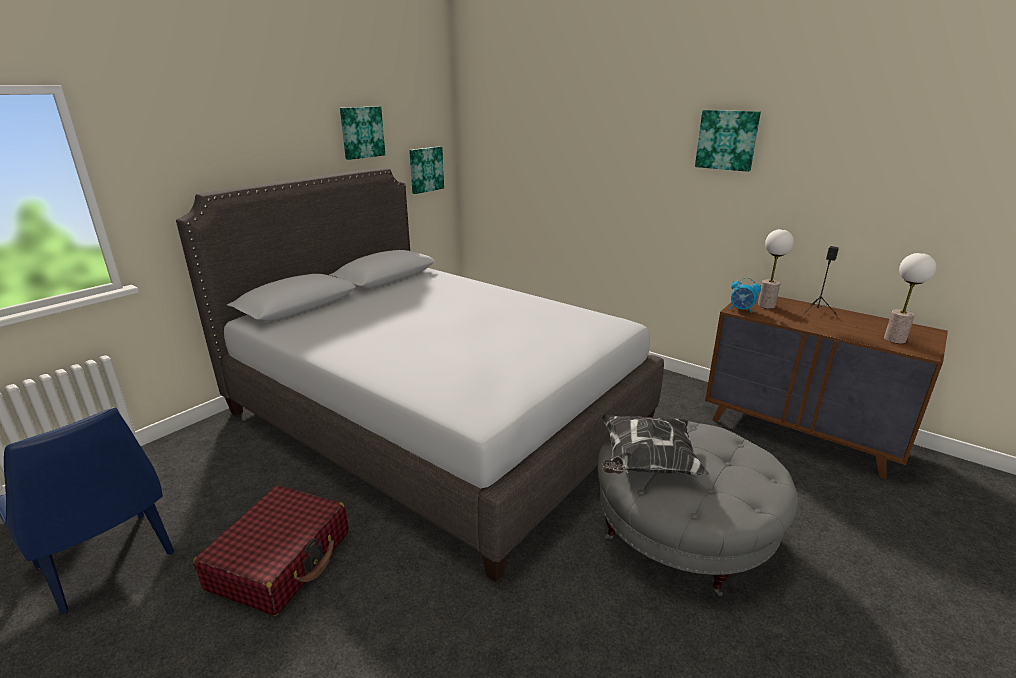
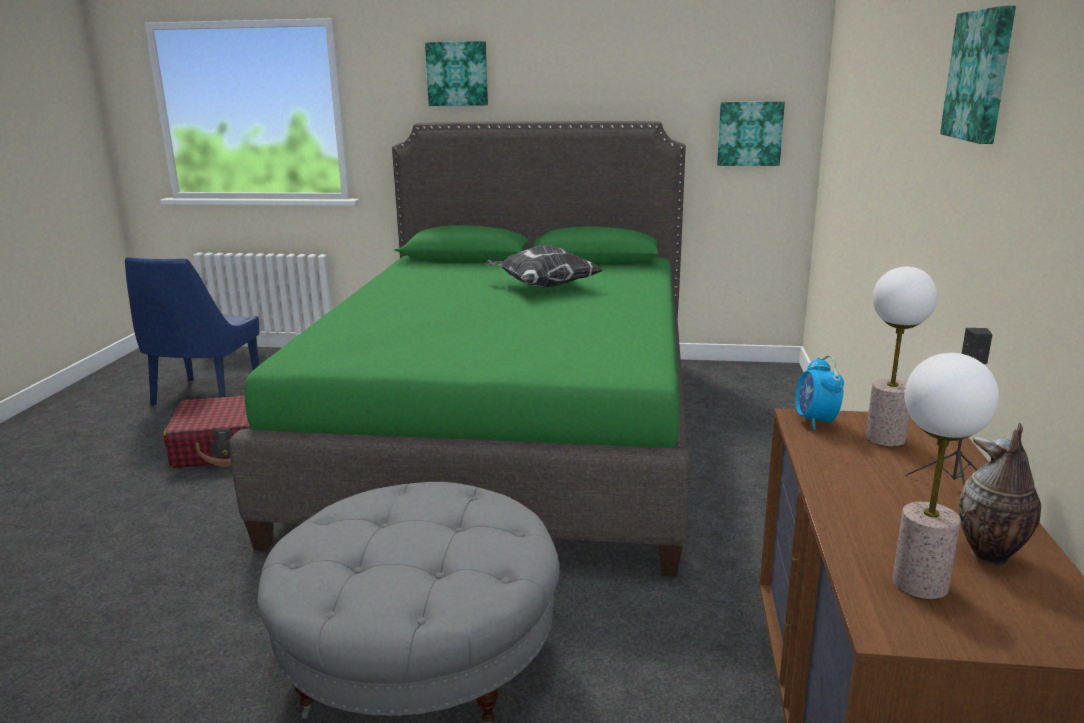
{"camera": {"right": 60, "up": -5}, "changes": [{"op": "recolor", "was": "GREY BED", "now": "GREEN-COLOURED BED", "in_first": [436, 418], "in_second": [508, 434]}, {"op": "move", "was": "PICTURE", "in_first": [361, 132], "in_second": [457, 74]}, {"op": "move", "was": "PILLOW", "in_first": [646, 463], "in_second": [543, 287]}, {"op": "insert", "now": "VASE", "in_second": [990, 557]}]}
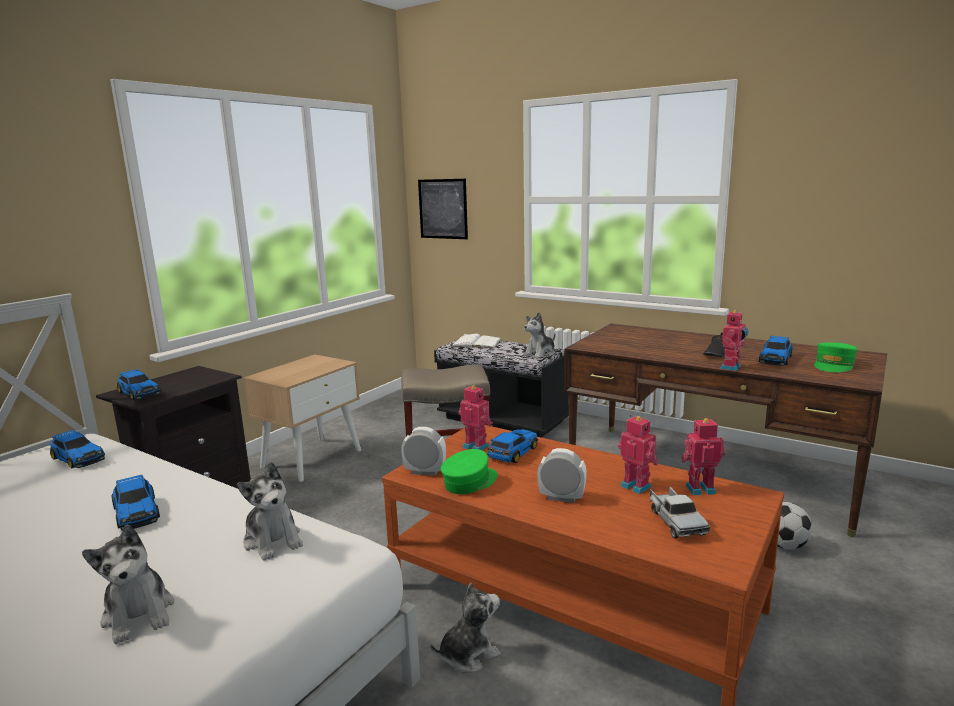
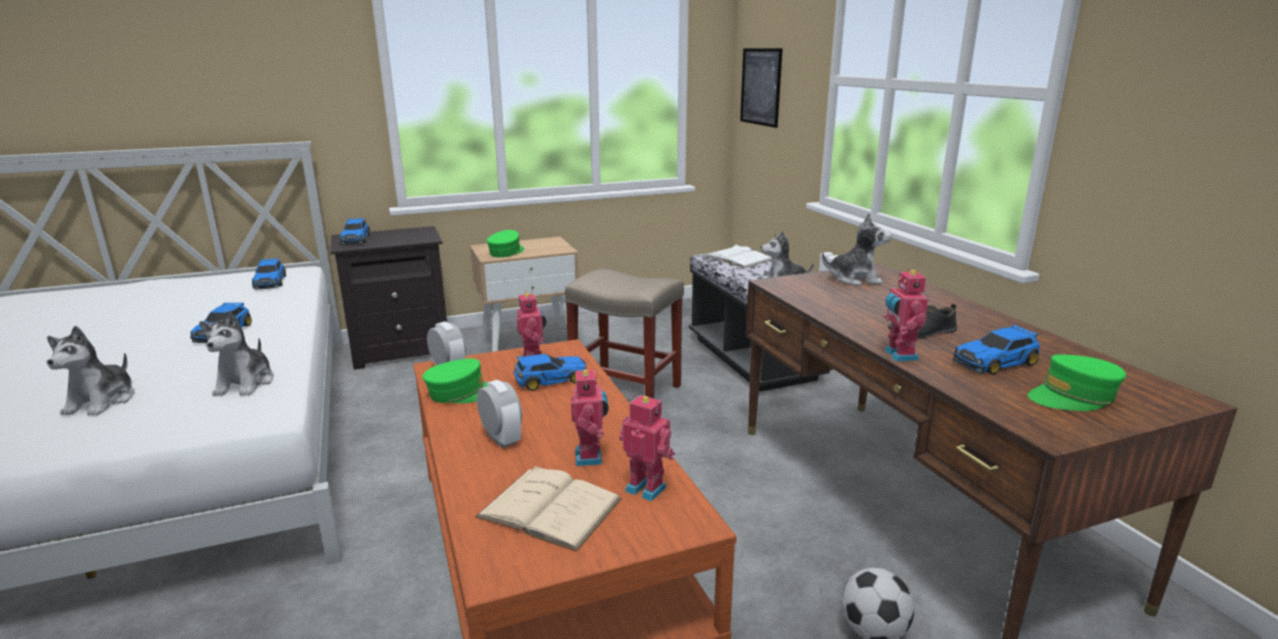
{"camera": {"right": 35, "up": 5}, "changes": [{"op": "move", "was": "SOFT TOY", "in_first": [468, 654], "in_second": [855, 279]}, {"op": "replace", "was": "MODEL TRUCK", "now": "BEIGE BOUND BOOK", "in_first": [675, 521], "in_second": [549, 508]}, {"op": "rotate", "was": "TOY ROBOT", "in_first": [732, 367], "in_second": [899, 355], "clockwise": 105}, {"op": "insert", "now": "GREEN-COLOURED BASEBALL CAP", "in_second": [506, 252]}]}
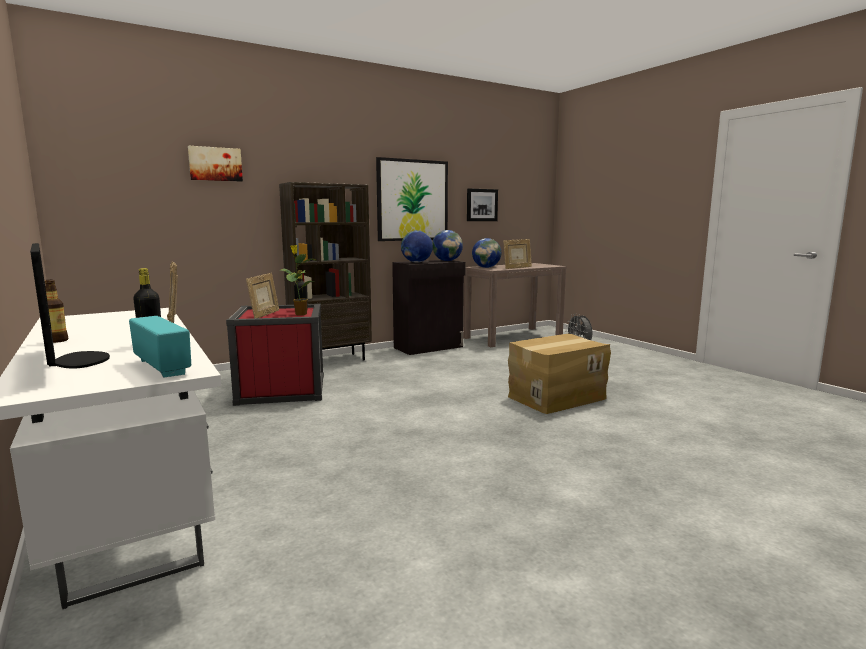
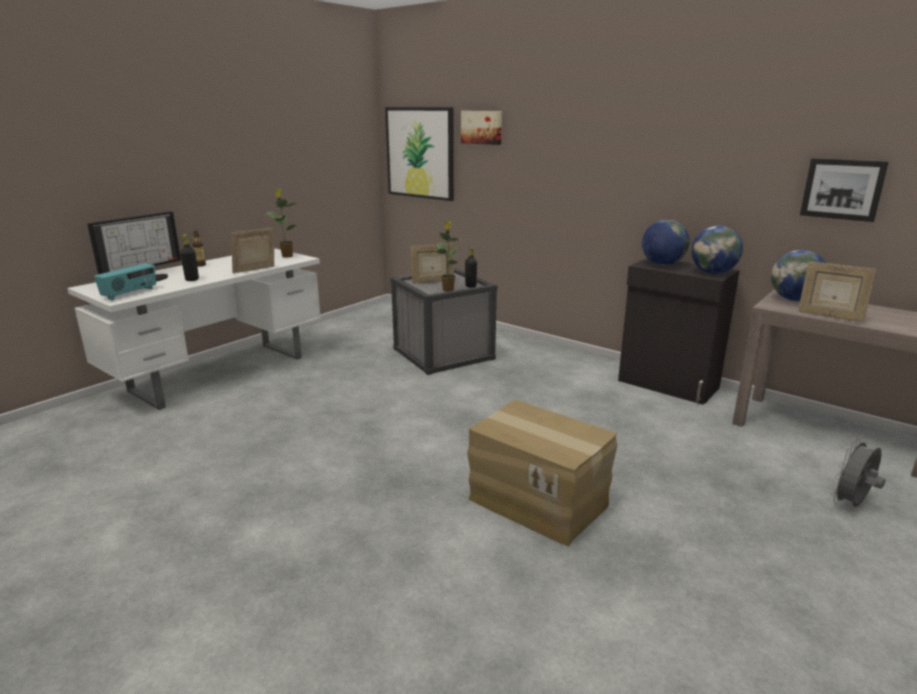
{"camera": {"right": 70, "up": 10}, "changes": [{"op": "recolor", "was": "RED-COLOURED STORAGE BIN", "now": "GREY STORAGE BIN", "in_first": [281, 389], "in_second": [443, 354]}, {"op": "delete", "was": "BROWN BOOKSHELF", "in_first": [331, 360]}, {"op": "move", "was": "PICTURE", "in_first": [412, 200], "in_second": [420, 153]}, {"op": "insert", "now": "POTTED PLANT", "in_second": [286, 256]}]}
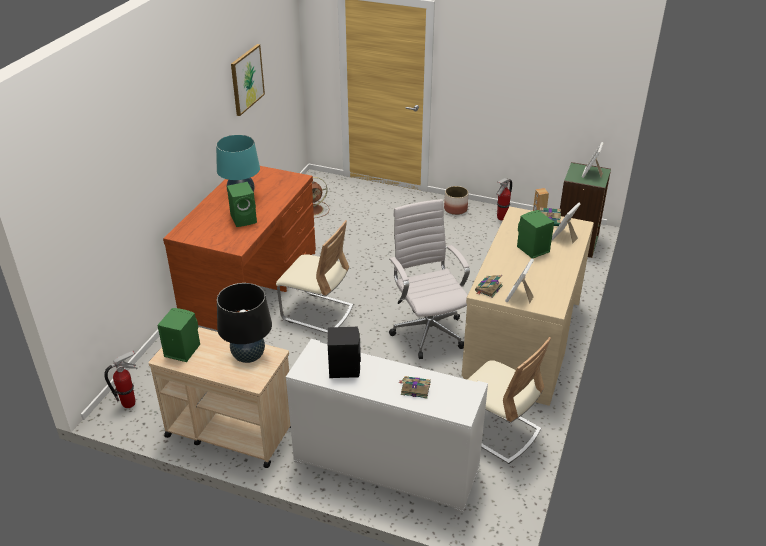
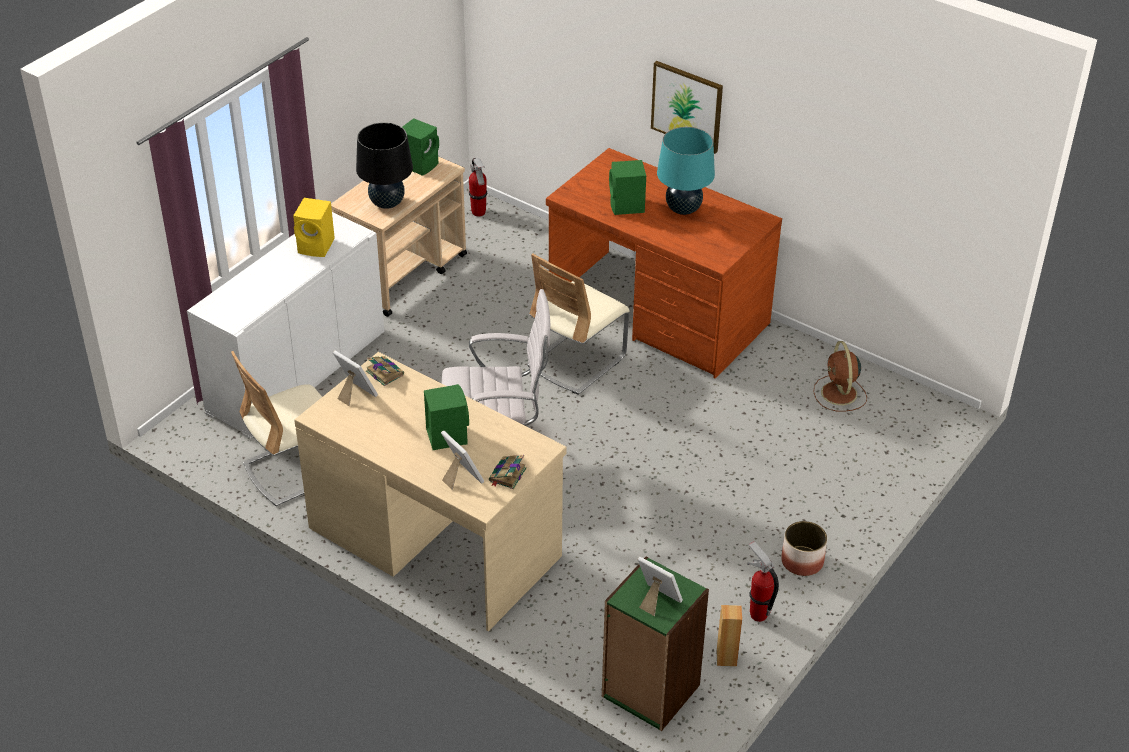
{"camera": {"right": 105, "up": 5}, "changes": [{"op": "move", "was": "PICTURE", "in_first": [247, 79], "in_second": [687, 106]}, {"op": "recolor", "was": "BLACK LOUDSPEAKER", "now": "YELLOW LOUDSPEAKER", "in_first": [344, 367], "in_second": [317, 246]}, {"op": "delete", "was": "BOUND BOOK", "in_first": [414, 388]}]}
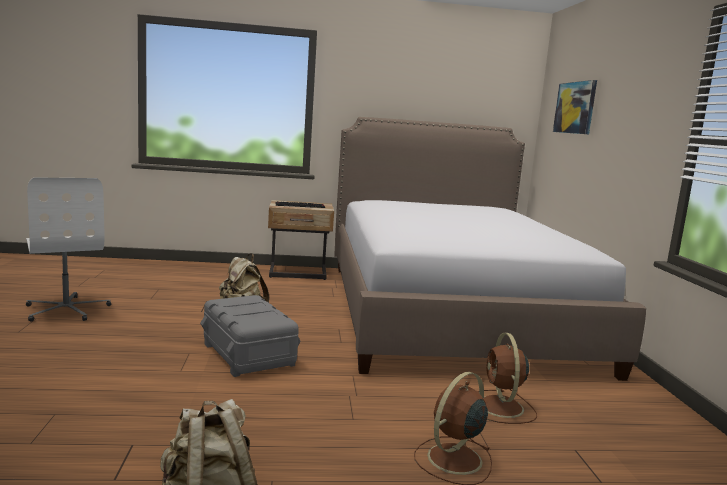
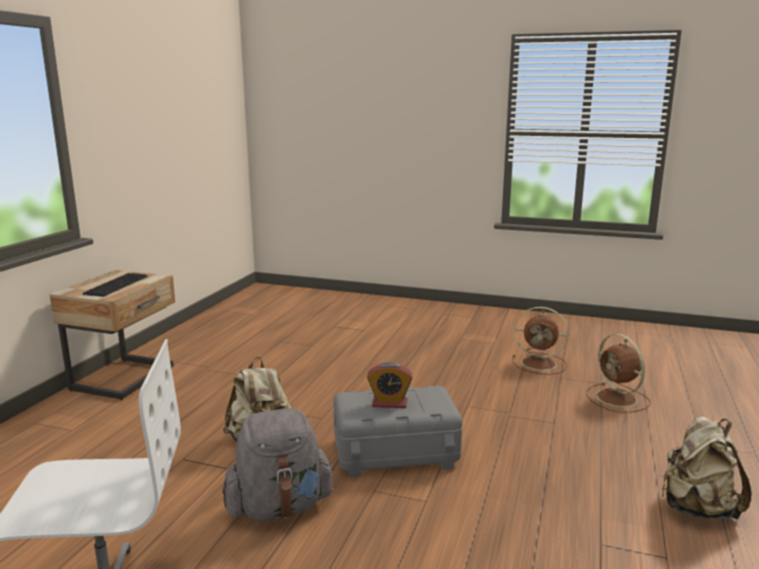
{"camera": {"right": -65, "up": 5}, "changes": [{"op": "delete", "was": "BED", "in_first": [449, 313]}, {"op": "delete", "was": "PICTURE", "in_first": [575, 108]}, {"op": "insert", "now": "GREY RUCKSACK", "in_second": [280, 507]}, {"op": "insert", "now": "ALARM CLOCK", "in_second": [389, 403]}]}
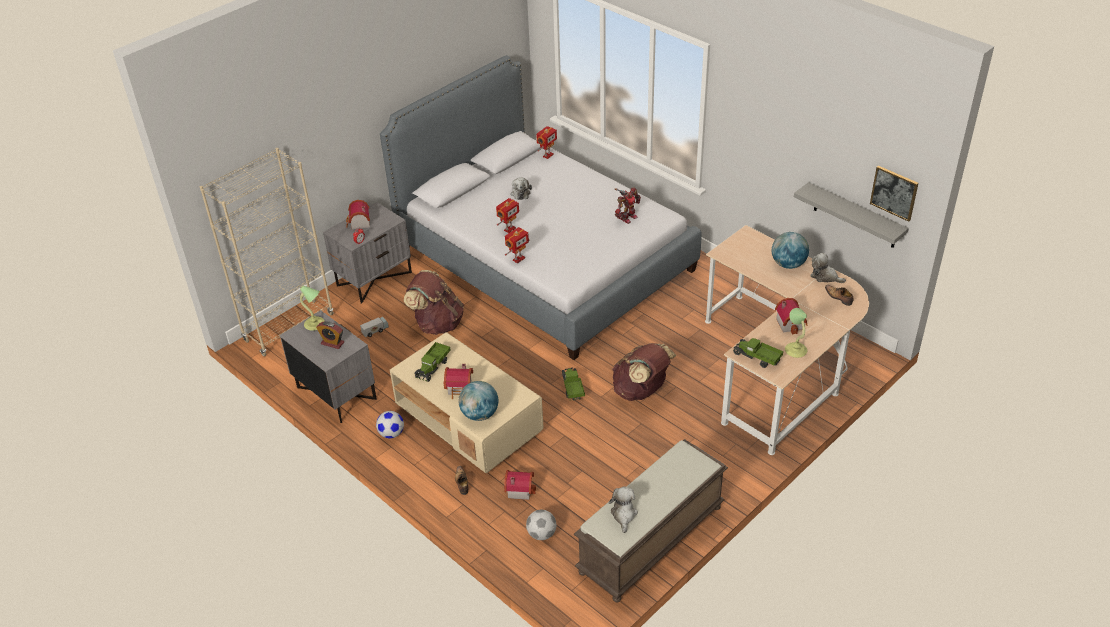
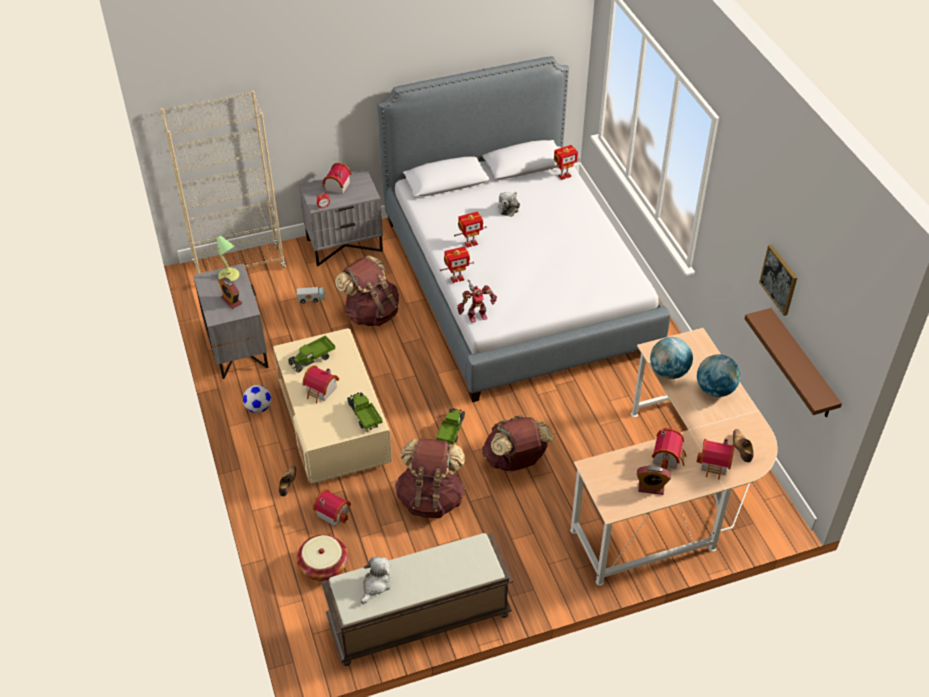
{"camera": {"right": 25, "up": 5}, "changes": [{"op": "move", "was": "WORLD GLOBE", "in_first": [479, 414], "in_second": [668, 372]}, {"op": "replace", "was": "FOOTBALL", "now": "STORAGE BASKET", "in_first": [541, 534], "in_second": [323, 566]}, {"op": "move", "was": "TOY ROBOT", "in_first": [627, 217], "in_second": [476, 315]}, {"op": "move", "was": "MODEL TRUCK", "in_first": [757, 358], "in_second": [364, 416]}, {"op": "replace", "was": "TABLETOP LAMP", "now": "ALARM CLOCK", "in_first": [795, 350], "in_second": [651, 488]}, {"op": "recolor", "was": "GREY WALL SHELF", "now": "BROWN WALL SHELF", "in_first": [855, 216], "in_second": [801, 365]}, {"op": "delete", "was": "SOFT TOY", "in_first": [825, 276]}, {"op": "move", "was": "PICTURE", "in_first": [894, 192], "in_second": [779, 279]}, {"op": "insert", "now": "BROWN RUCKSACK", "in_second": [431, 499]}, {"op": "insert", "now": "TOY HOUSE", "in_second": [715, 465]}]}
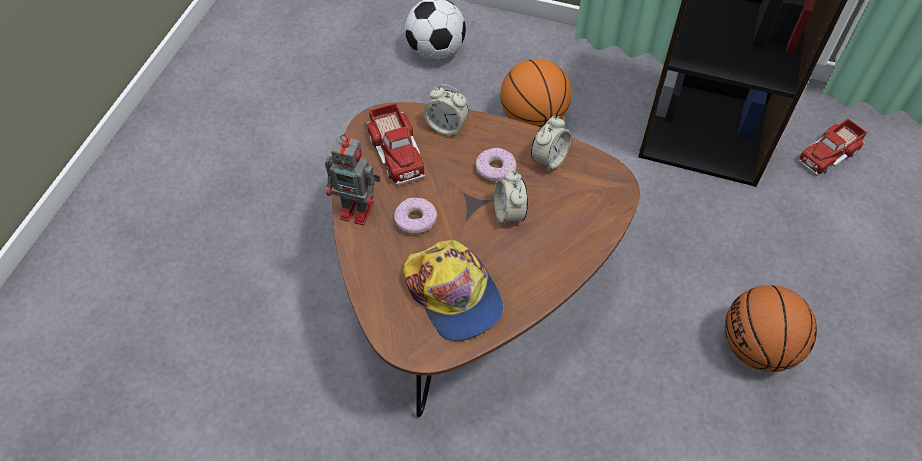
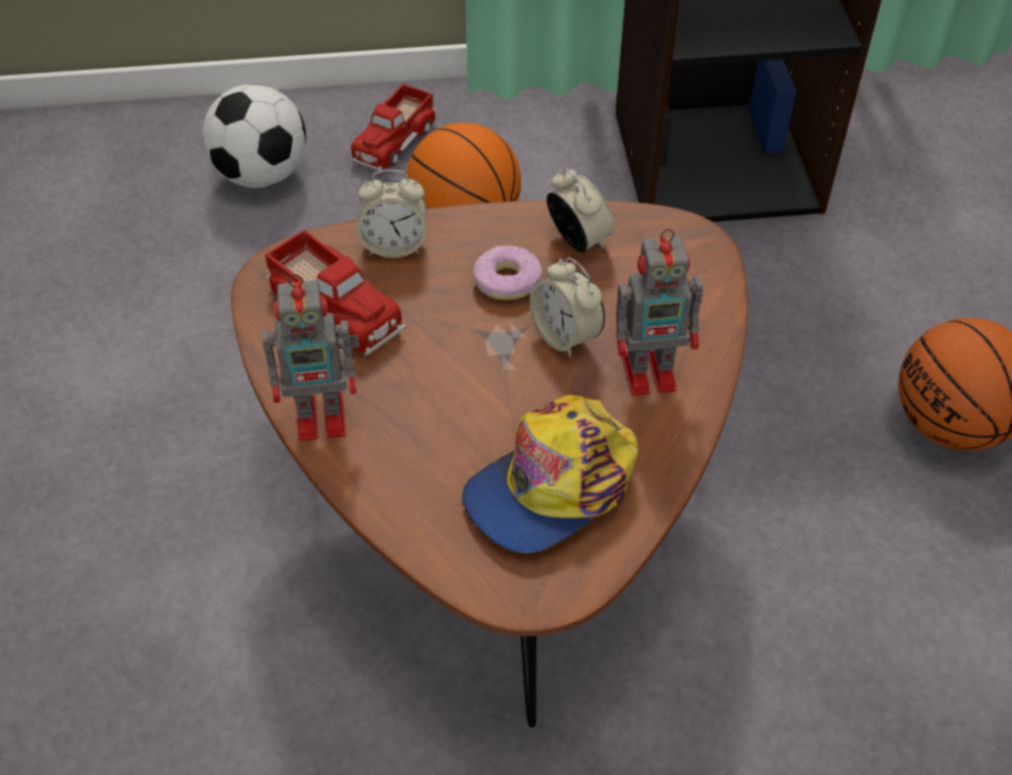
{"camera": {"right": -25, "up": -5}, "changes": [{"op": "delete", "was": "RING DOUGHNUT", "in_first": [415, 220]}, {"op": "rotate", "was": "BASEBALL CAP", "in_first": [453, 294], "in_second": [552, 485], "clockwise": 105}, {"op": "rotate", "was": "ALARM CLOCK", "in_first": [549, 159], "in_second": [578, 240], "clockwise": -45}, {"op": "move", "was": "MODEL TRUCK", "in_first": [828, 153], "in_second": [394, 140]}, {"op": "insert", "now": "TOY ROBOT", "in_second": [652, 372]}]}
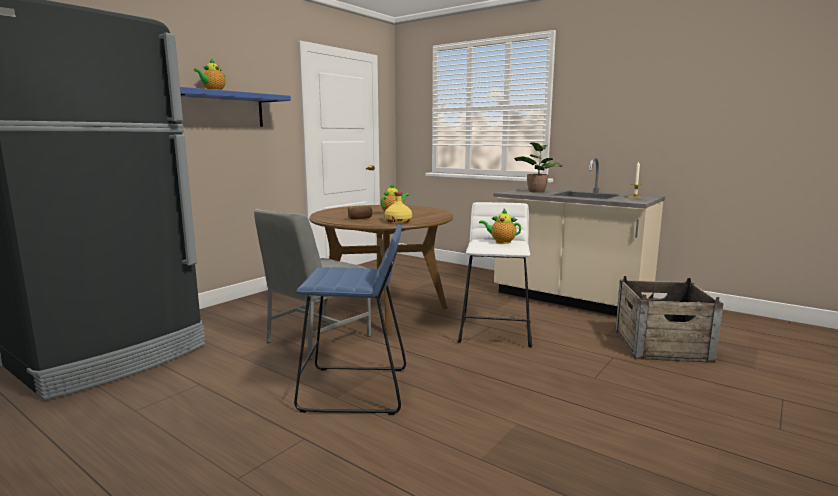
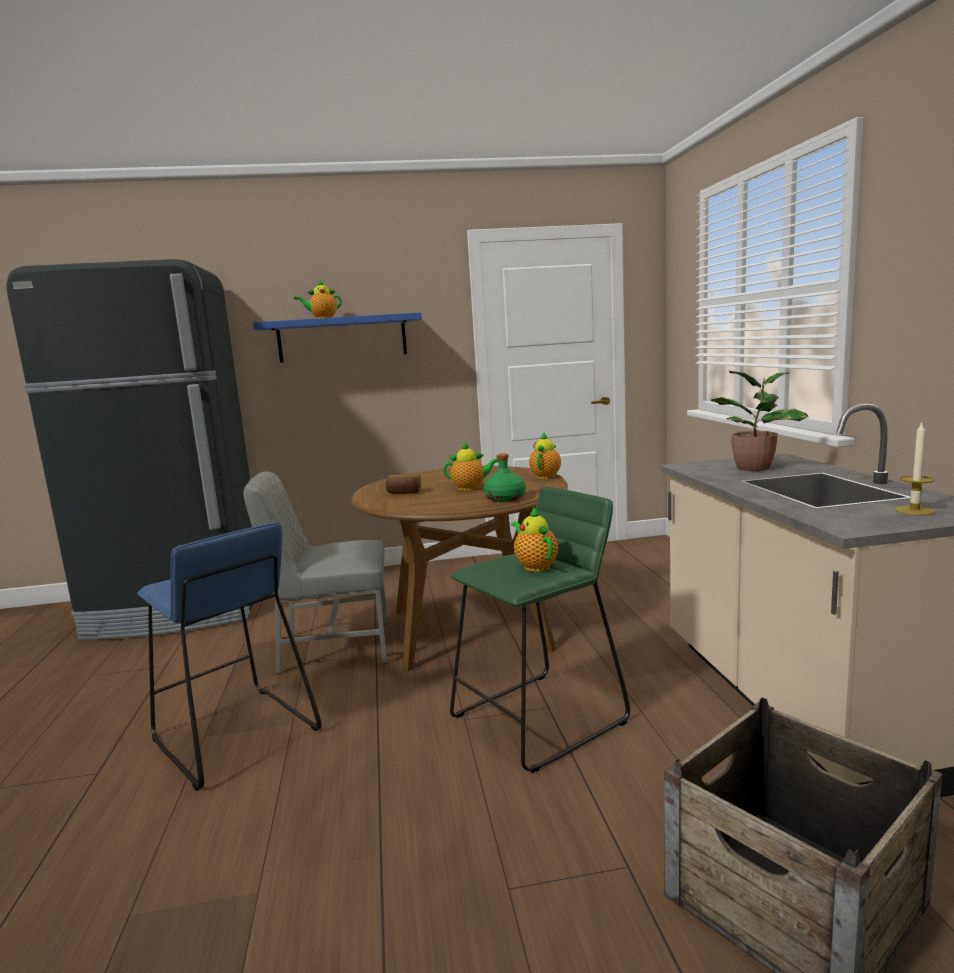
{"camera": {"right": 45, "up": 0}, "changes": [{"op": "delete", "was": "YELLOW BOTTLE", "in_first": [398, 222]}, {"op": "recolor", "was": "WHITE STOOL SEAT", "now": "GREEN-COLOURED STOOL SEAT", "in_first": [496, 331], "in_second": [539, 719]}, {"op": "insert", "now": "GREEN-COLOURED BOTTLE", "in_second": [504, 498]}, {"op": "insert", "now": "TEAPOT", "in_second": [546, 476]}]}
